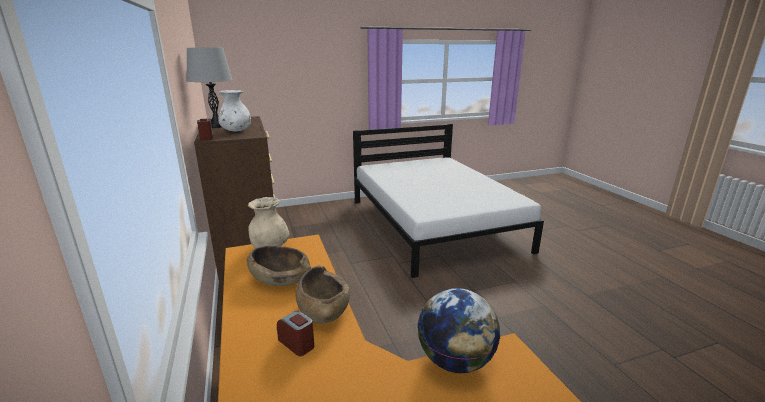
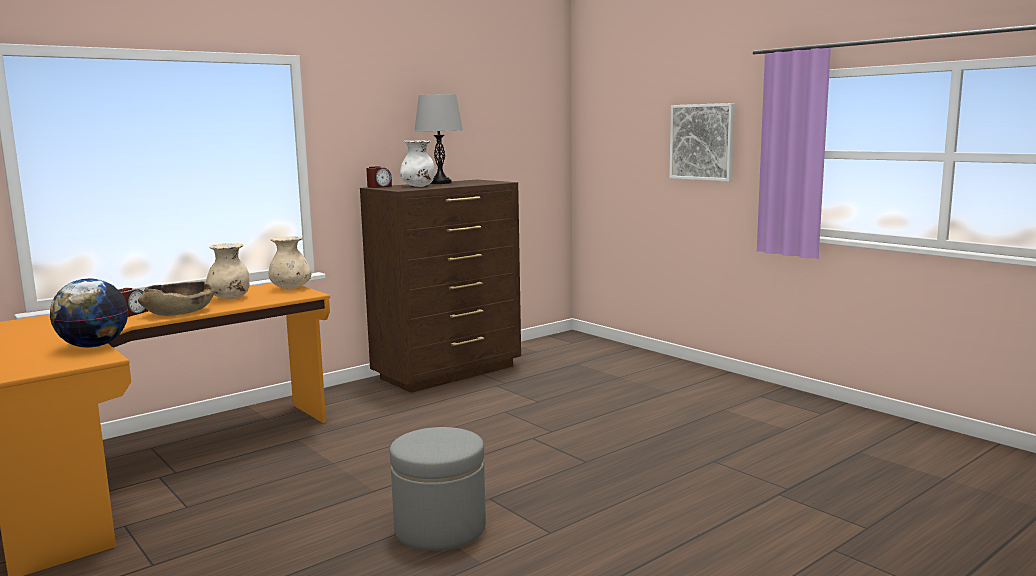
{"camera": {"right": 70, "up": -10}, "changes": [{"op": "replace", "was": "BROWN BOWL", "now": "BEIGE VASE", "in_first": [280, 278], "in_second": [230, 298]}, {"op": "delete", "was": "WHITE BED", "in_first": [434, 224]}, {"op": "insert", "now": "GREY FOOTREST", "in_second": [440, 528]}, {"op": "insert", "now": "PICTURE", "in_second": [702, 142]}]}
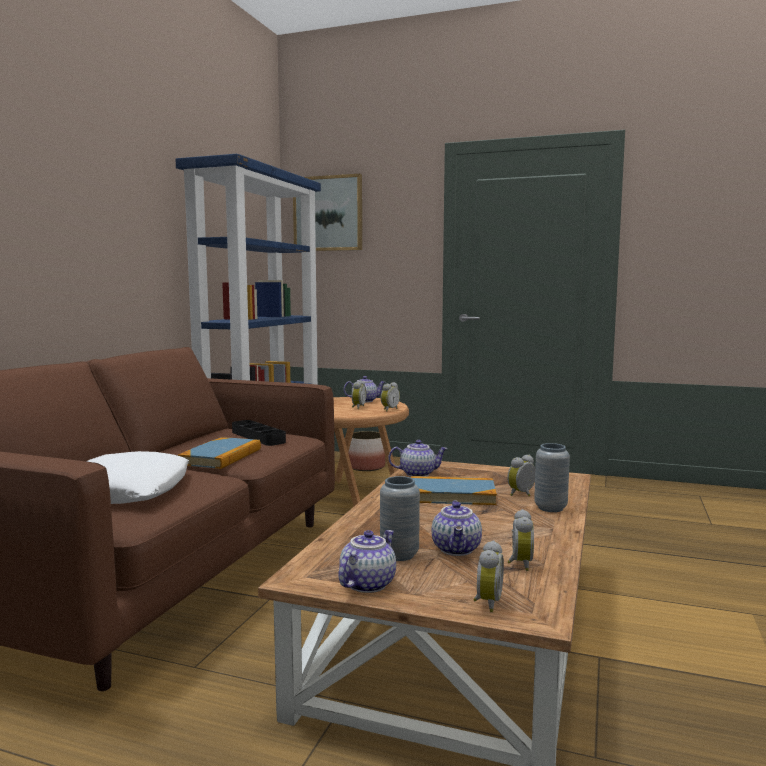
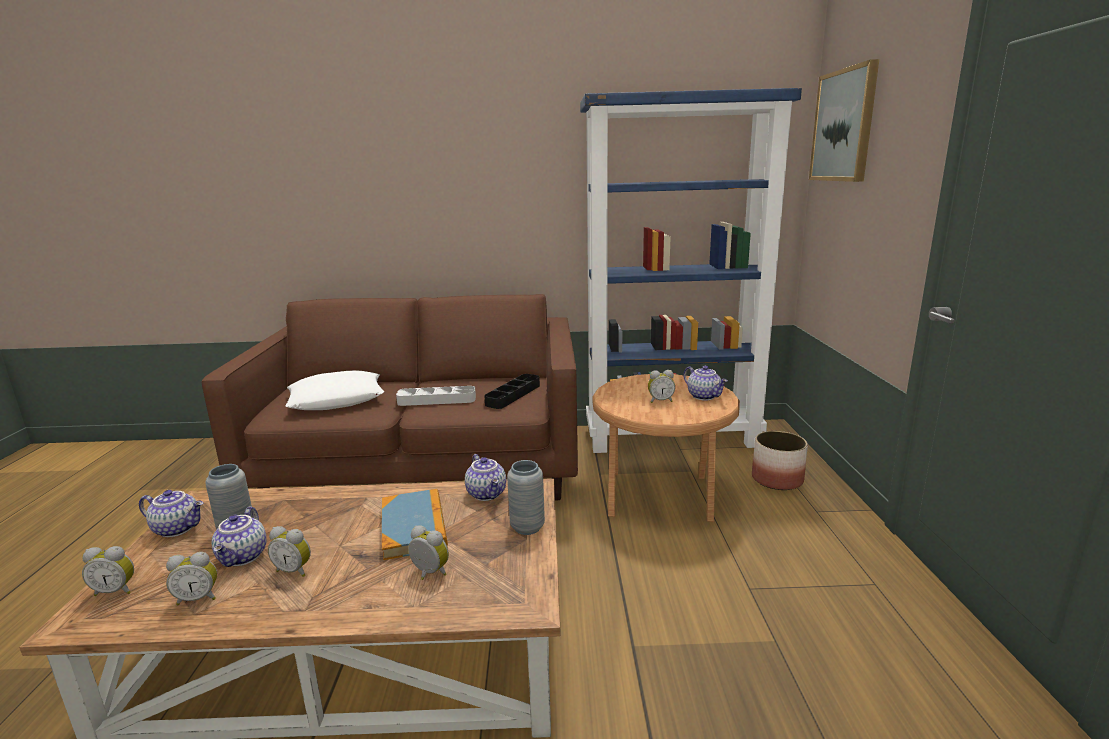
{"camera": {"right": 70, "up": 10}, "changes": [{"op": "replace", "was": "BOUND BOOK", "now": "GREY CARRYING TRAY", "in_first": [221, 456], "in_second": [437, 400]}, {"op": "move", "was": "ALARM CLOCK", "in_first": [389, 409], "in_second": [295, 570]}, {"op": "rotate", "was": "TEAPOT", "in_first": [457, 549], "in_second": [244, 557], "clockwise": -75}, {"op": "move", "was": "GREY VASE", "in_first": [550, 508], "in_second": [527, 527]}]}
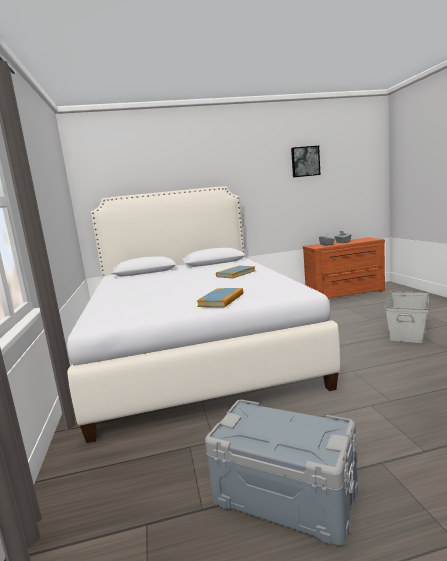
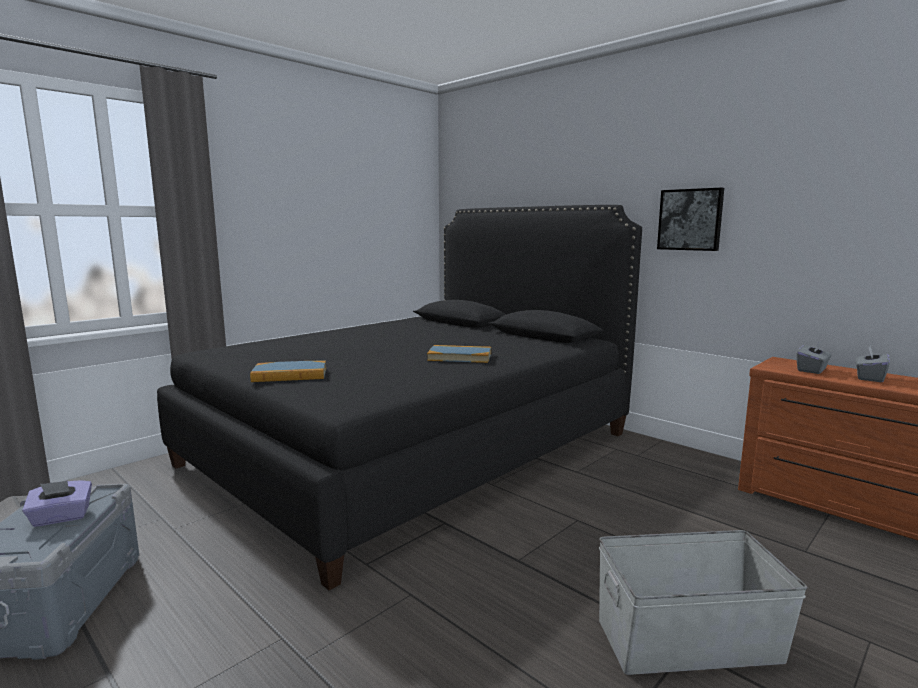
{"camera": {"right": 55, "up": 0}, "changes": [{"op": "recolor", "was": "WHITE BED", "now": "BLACK BED", "in_first": [194, 349], "in_second": [414, 448]}, {"op": "move", "was": "PICTURE", "in_first": [305, 161], "in_second": [690, 219]}, {"op": "insert", "now": "PURPLE-COLOURED TISSUE BOX", "in_second": [61, 518]}]}
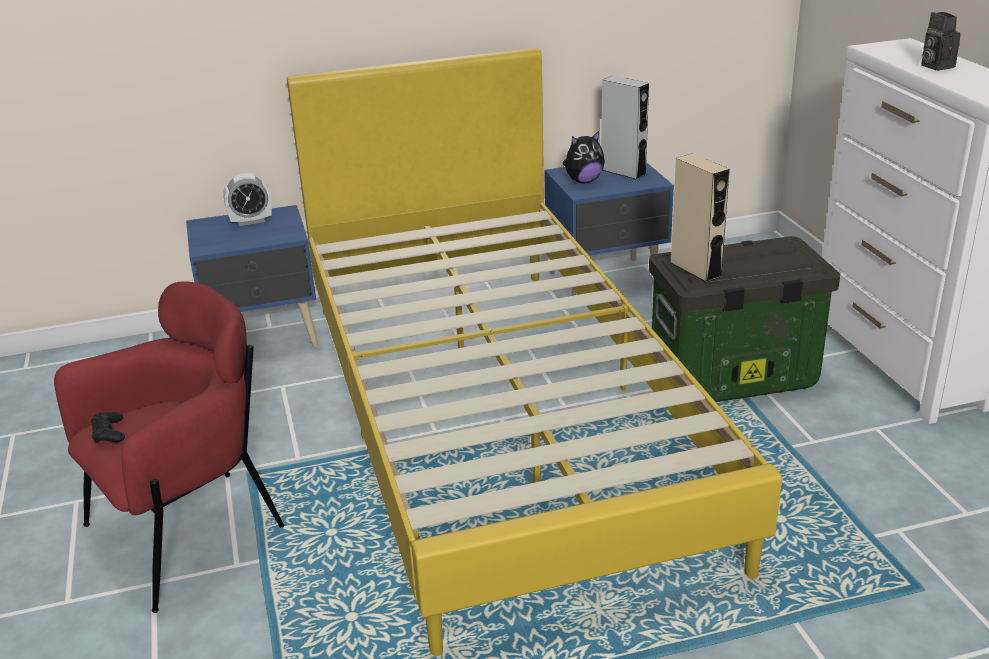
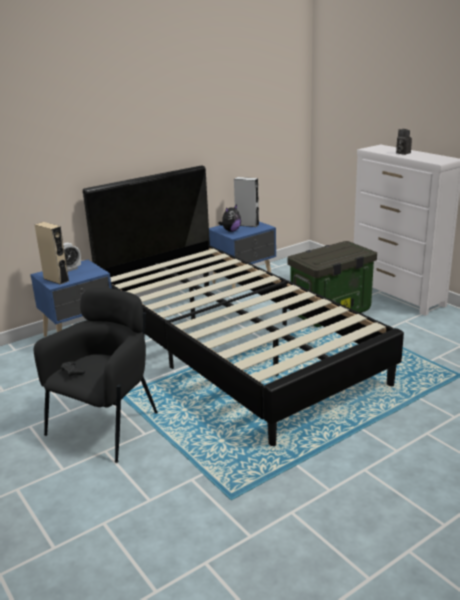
{"camera": {"right": -20, "up": -5}, "changes": [{"op": "recolor", "was": "RED-COLOURED EASY CHAIR", "now": "BLACK EASY CHAIR", "in_first": [189, 532], "in_second": [107, 426]}, {"op": "recolor", "was": "YELLOW BED", "now": "BLACK BED", "in_first": [498, 417], "in_second": [231, 347]}, {"op": "move", "was": "BEIGE LOUDSPEAKER", "in_first": [695, 269], "in_second": [56, 279]}]}
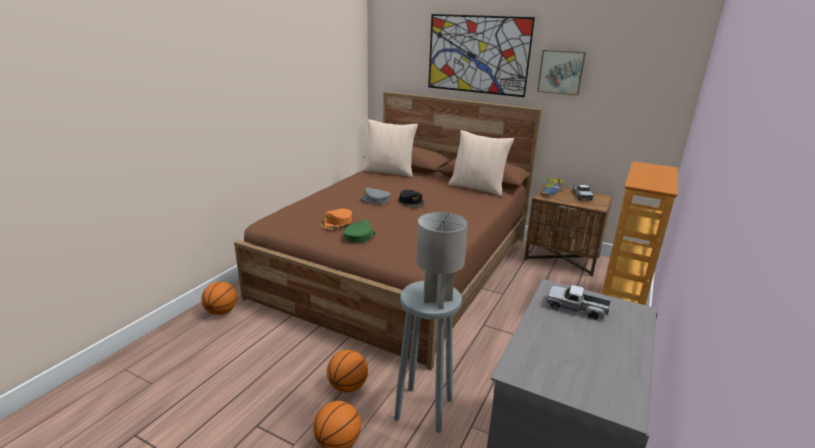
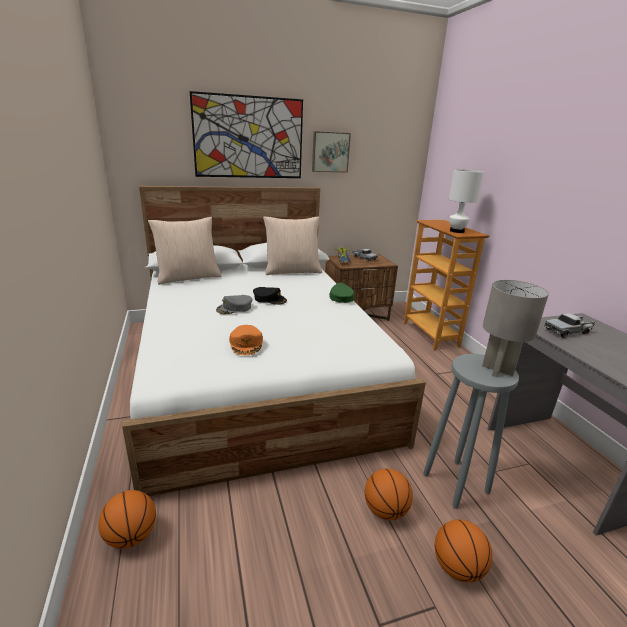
{"camera": {"right": -45, "up": 0}, "changes": [{"op": "recolor", "was": "BROWN BED", "now": "WHITE BED", "in_first": [402, 265], "in_second": [257, 371]}, {"op": "move", "was": "GREEN-COLOURED BASEBALL CAP", "in_first": [359, 236], "in_second": [341, 297]}, {"op": "insert", "now": "WHITE TABLETOP LAMP", "in_second": [457, 231]}]}
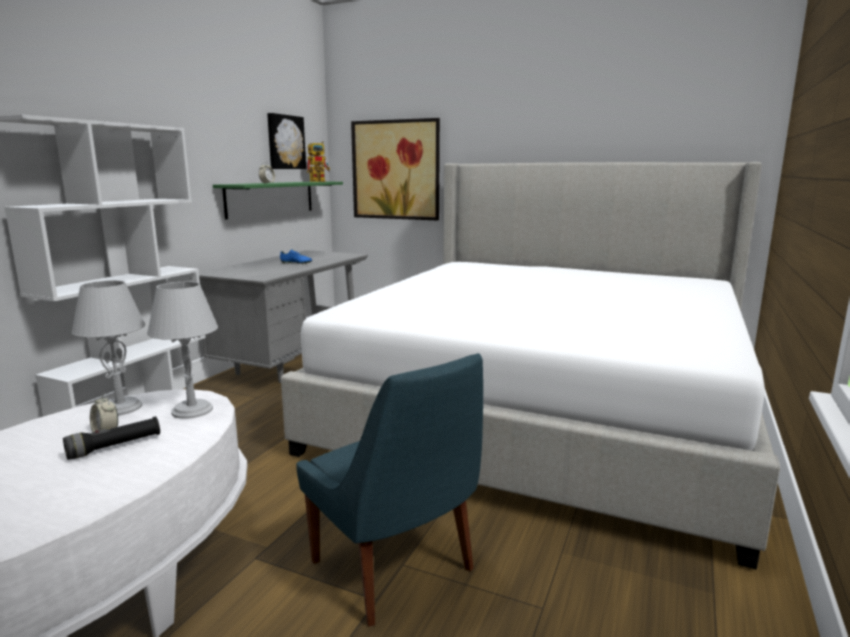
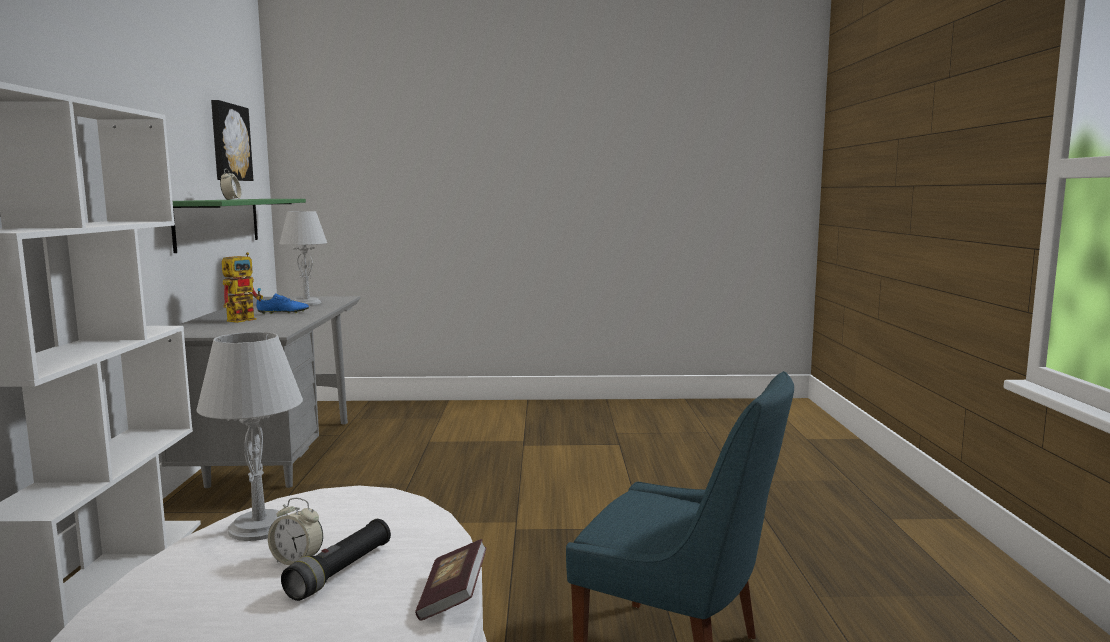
{"camera": {"right": -25, "up": -5}, "changes": [{"op": "move", "was": "GREY TABLETOP LAMP", "in_first": [191, 410], "in_second": [306, 303]}, {"op": "delete", "was": "BED", "in_first": [543, 409]}, {"op": "move", "was": "TOY ROBOT", "in_first": [320, 181], "in_second": [244, 319]}, {"op": "delete", "was": "PICTURE", "in_first": [396, 170]}, {"op": "insert", "now": "BOUND BOOK", "in_second": [452, 597]}]}
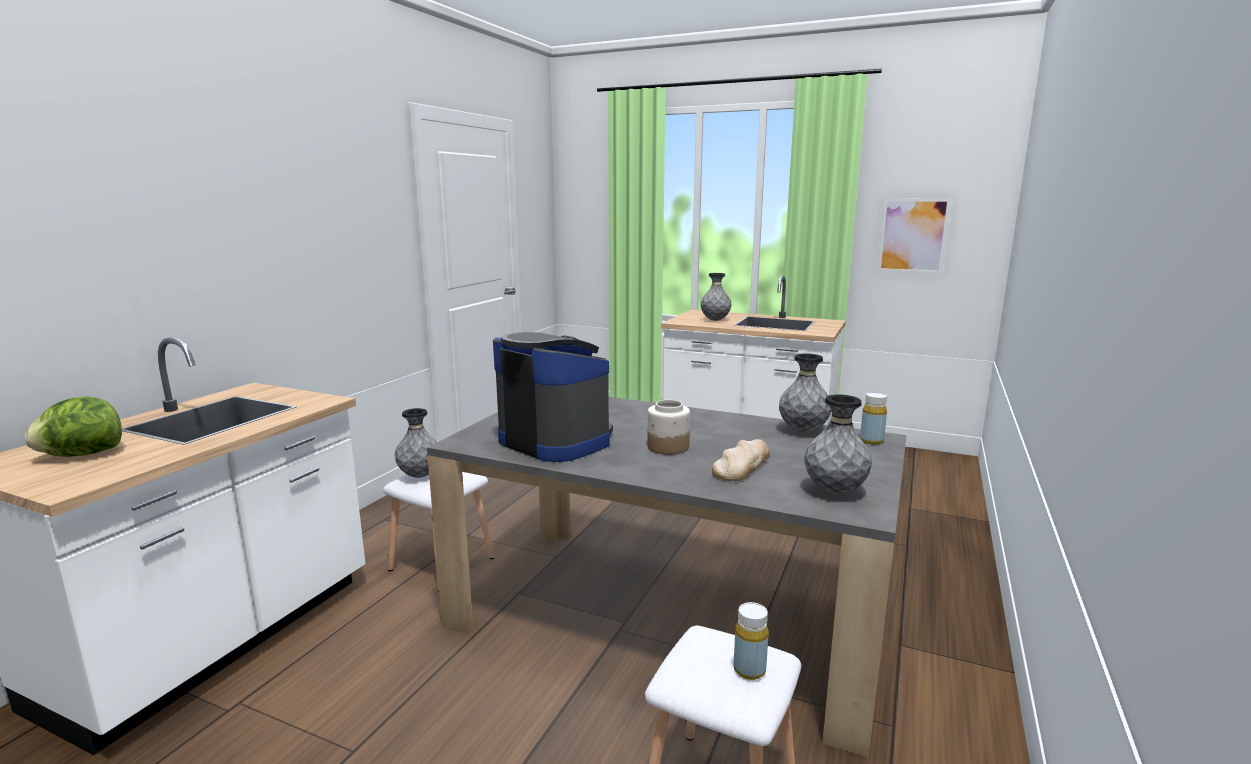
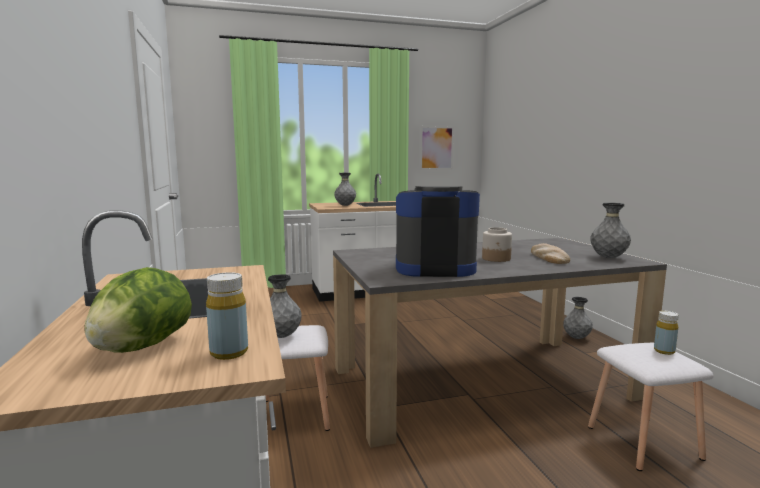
{"camera": {"right": -40, "up": -5}, "changes": [{"op": "move", "was": "GREY VASE", "in_first": [803, 431], "in_second": [576, 338]}, {"op": "move", "was": "YELLOW BOTTLE", "in_first": [871, 441], "in_second": [229, 352]}]}
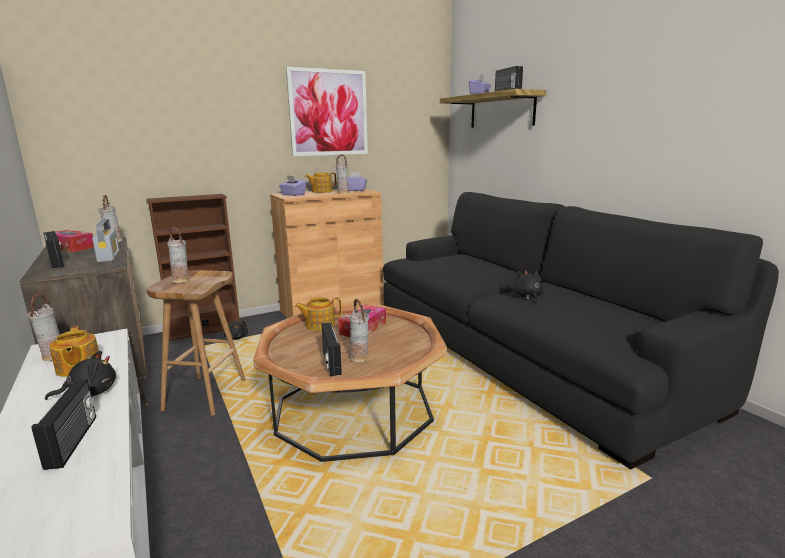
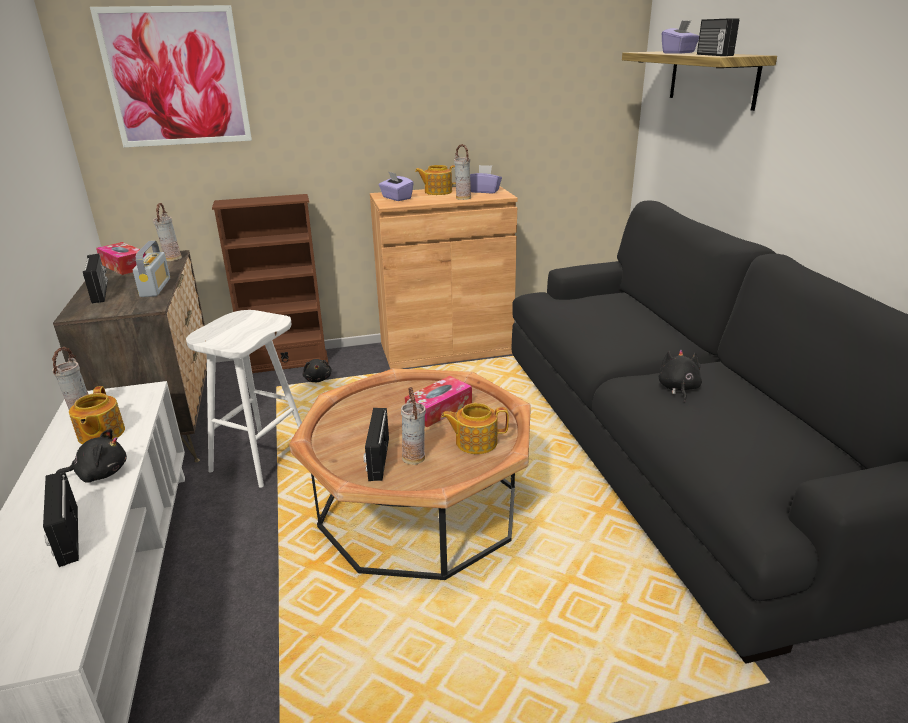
{"camera": {"right": 15, "up": 10}, "changes": [{"op": "rotate", "was": "RADIO", "in_first": [74, 441], "in_second": [66, 536], "clockwise": 150}, {"op": "recolor", "was": "BROWN STOOL SEAT", "now": "WHITE STOOL SEAT", "in_first": [205, 394], "in_second": [260, 456]}, {"op": "delete", "was": "VASE", "in_first": [181, 281]}, {"op": "move", "was": "PICTURE", "in_first": [328, 113], "in_second": [176, 77]}, {"op": "move", "was": "TEAPOT", "in_first": [319, 325], "in_second": [475, 442]}]}
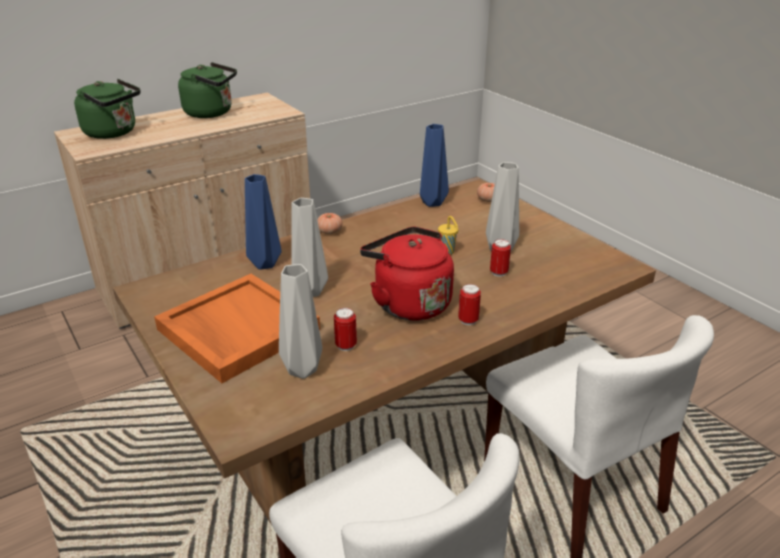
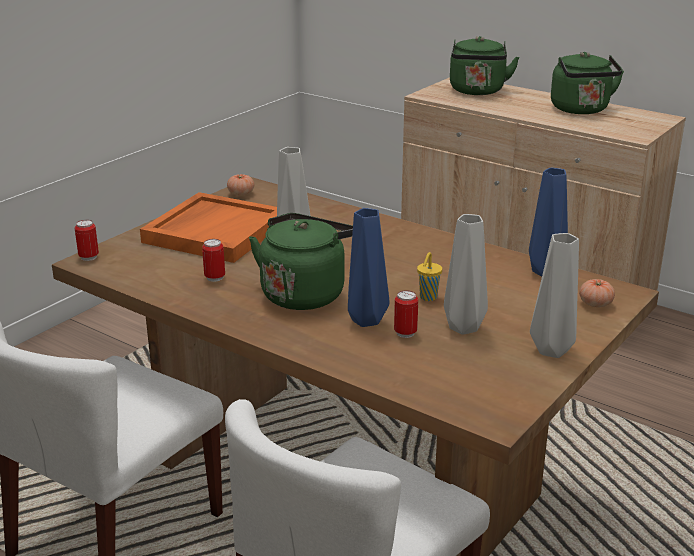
{"camera": {"right": 70, "up": -5}, "changes": [{"op": "move", "was": "BLUE-COLOURED VASE", "in_first": [265, 263], "in_second": [368, 320]}, {"op": "move", "was": "GREY VASE", "in_first": [303, 371], "in_second": [551, 351]}, {"op": "move", "was": "FRESH TOMATO", "in_first": [329, 231], "in_second": [241, 194]}, {"op": "recolor", "was": "RED-COLOURED KETTLE", "now": "GREEN-COLOURED KETTLE", "in_first": [408, 303], "in_second": [304, 293]}, {"op": "move", "was": "METAL CAN", "in_first": [468, 320], "in_second": [89, 257]}]}
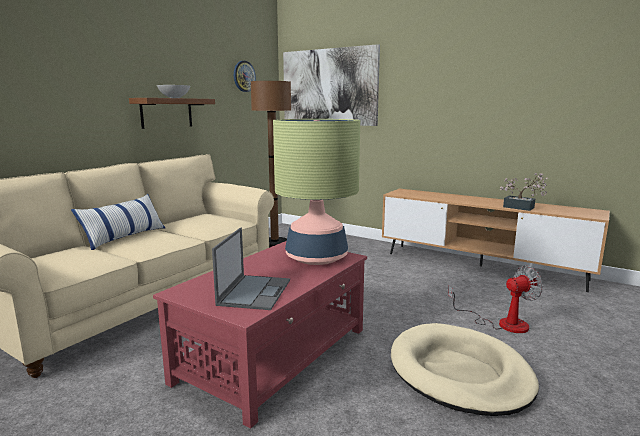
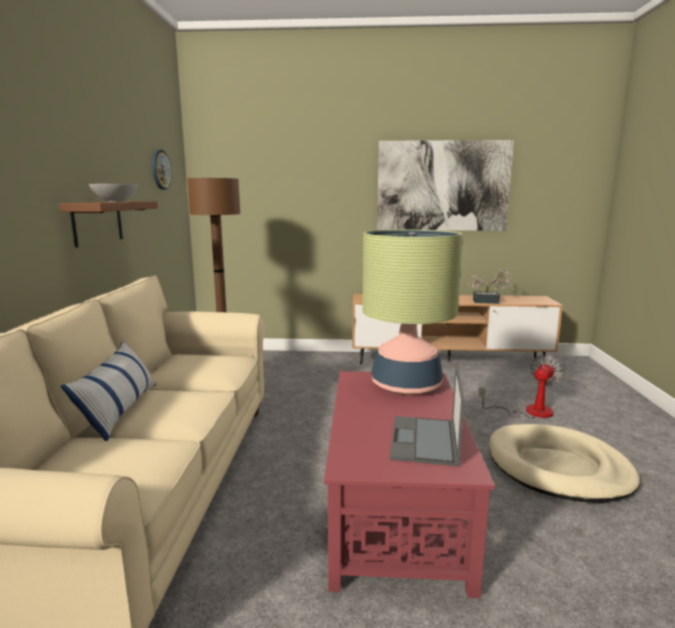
{"camera": {"right": -30, "up": 0}, "changes": [{"op": "rotate", "was": "PORTABLE COMPUTER", "in_first": [255, 292], "in_second": [425, 441], "clockwise": -150}, {"op": "move", "was": "PICTURE", "in_first": [329, 87], "in_second": [442, 186]}]}
